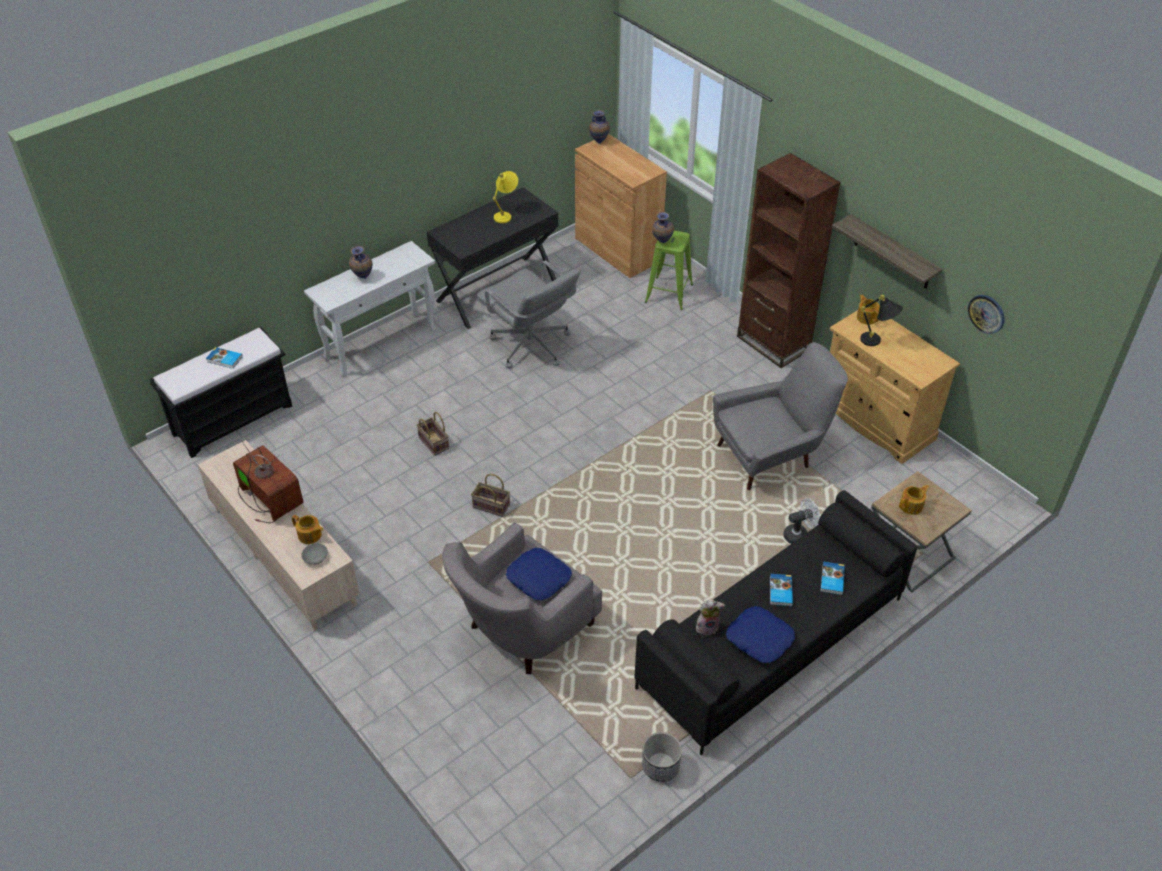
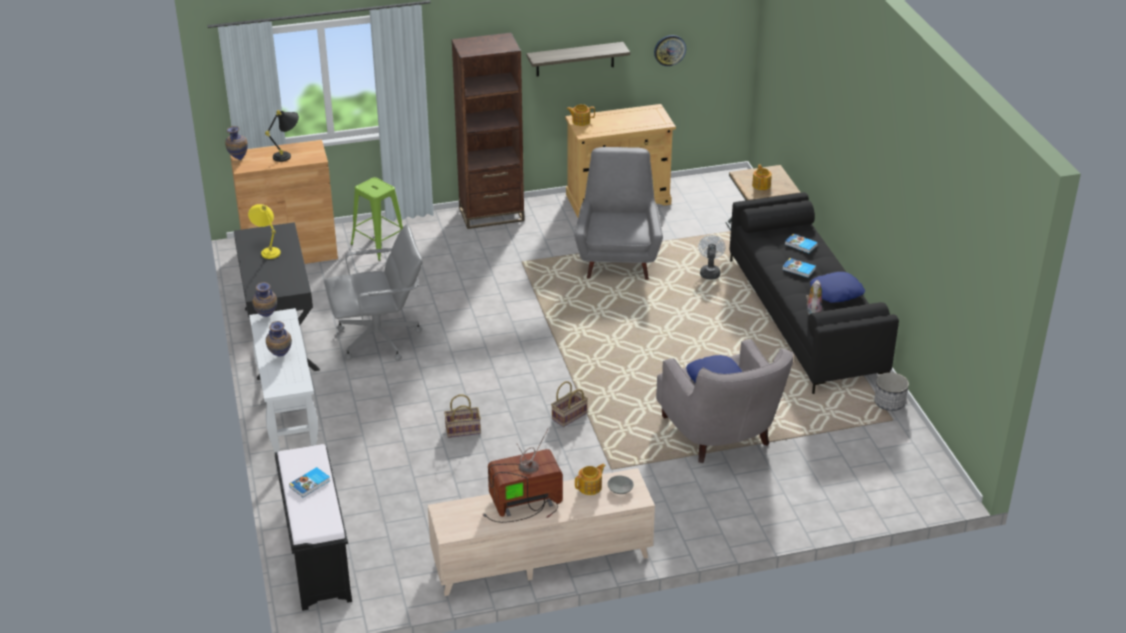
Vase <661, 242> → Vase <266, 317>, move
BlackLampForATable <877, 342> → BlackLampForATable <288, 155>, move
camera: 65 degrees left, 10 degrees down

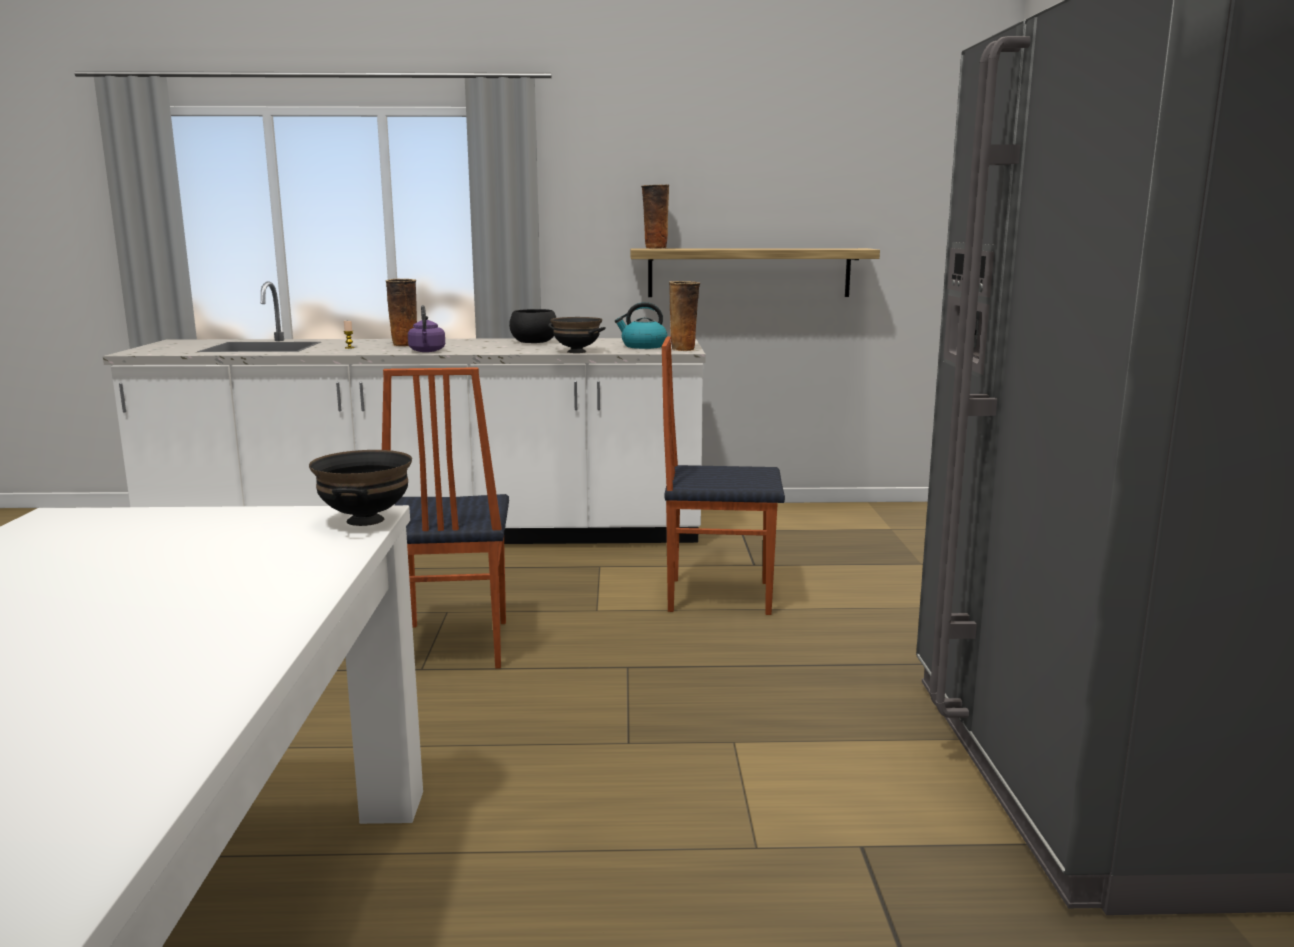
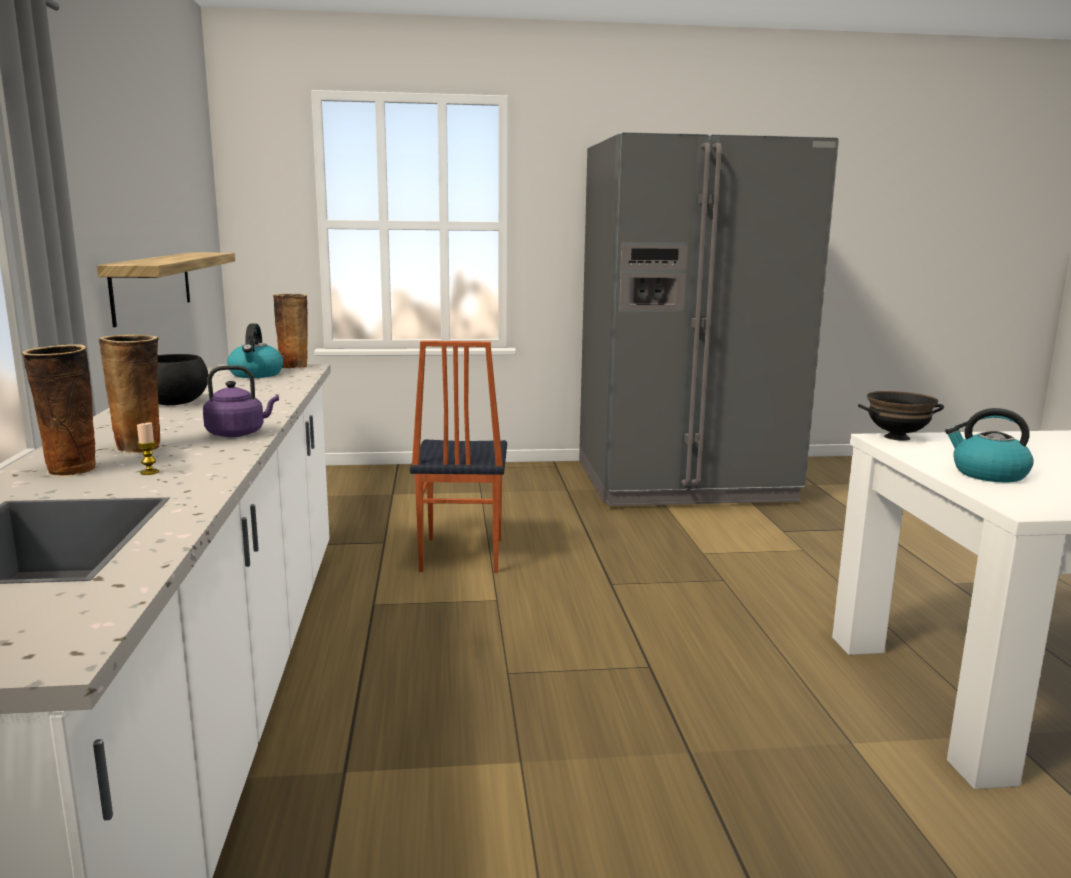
Vase <655, 248> → Vase <70, 470>, move
- → WaterKettle <988, 474>
Chair <451, 646> → -
BlackDeepDish <577, 352> → -
camera: 95 degrees left, 0 degrees up

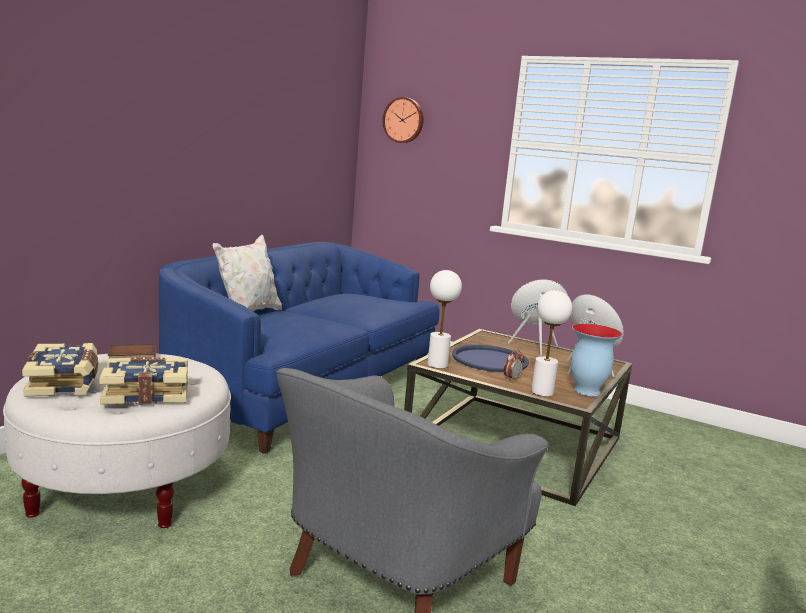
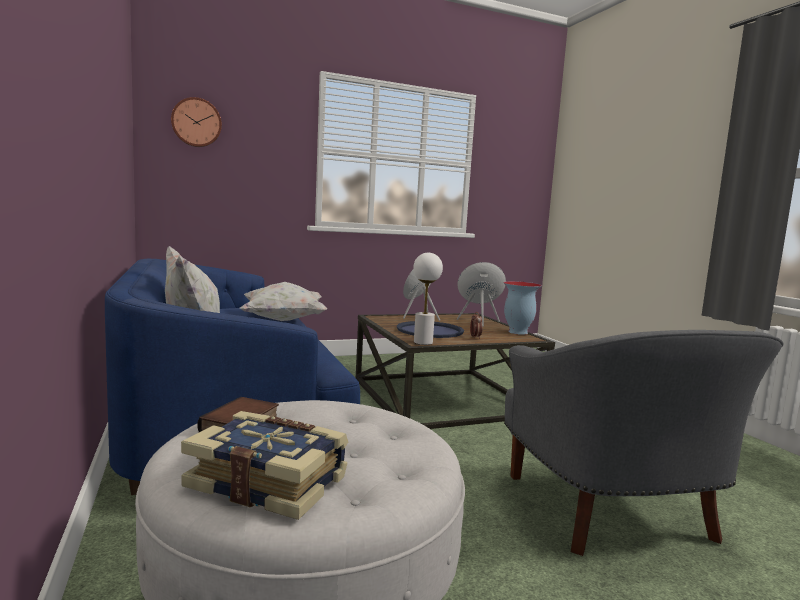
- → WhitishThrowPillow <283, 320>
Volume <146, 393> → -
WhitishLampForATable <542, 392> → -
camera: 50 degrees left, 5 degrees down

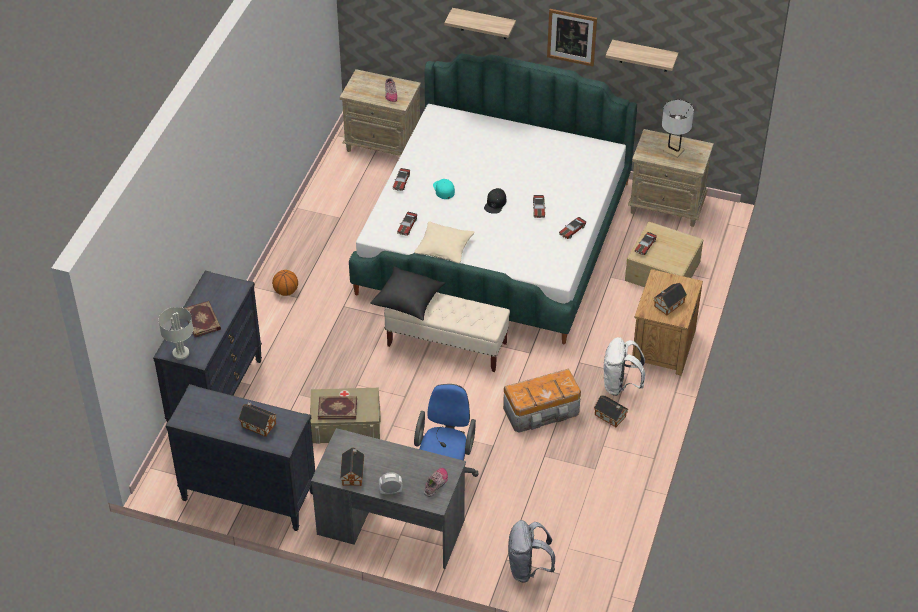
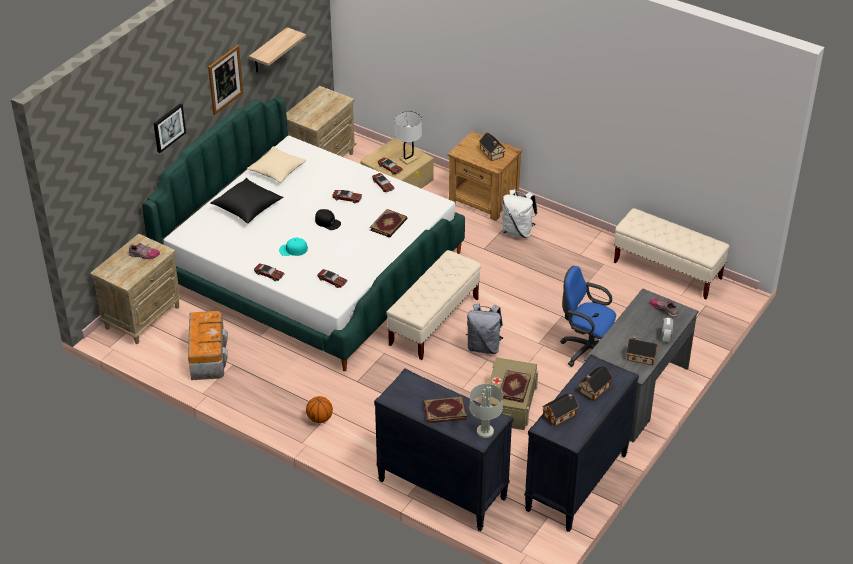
WallShelf <483, 24> → WallPicture <168, 127>
StorageContainer <542, 411> → StorageContainer <208, 356>, move
BlackThrowPillow <408, 300> → BlackThrowPillow <247, 208>, move
BeigeThrowPillow <444, 248> → BeigeThrowPillow <277, 170>, move
- → Volume <389, 225>
WhitishLampForATable <673, 151> → WhitishLampForATable <408, 159>, move
GreyRucksack <528, 569> → GreyRucksack <484, 347>, move
ModelHouse <611, 416> → ModelHouse <560, 414>, move
- → BeigeIndoorBench <667, 271>
camera: 75 degrees left, 5 degrees down

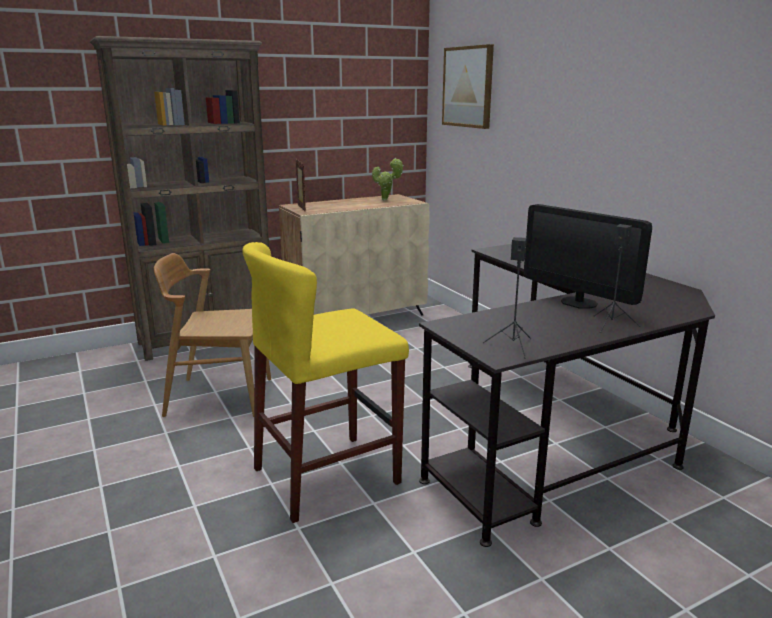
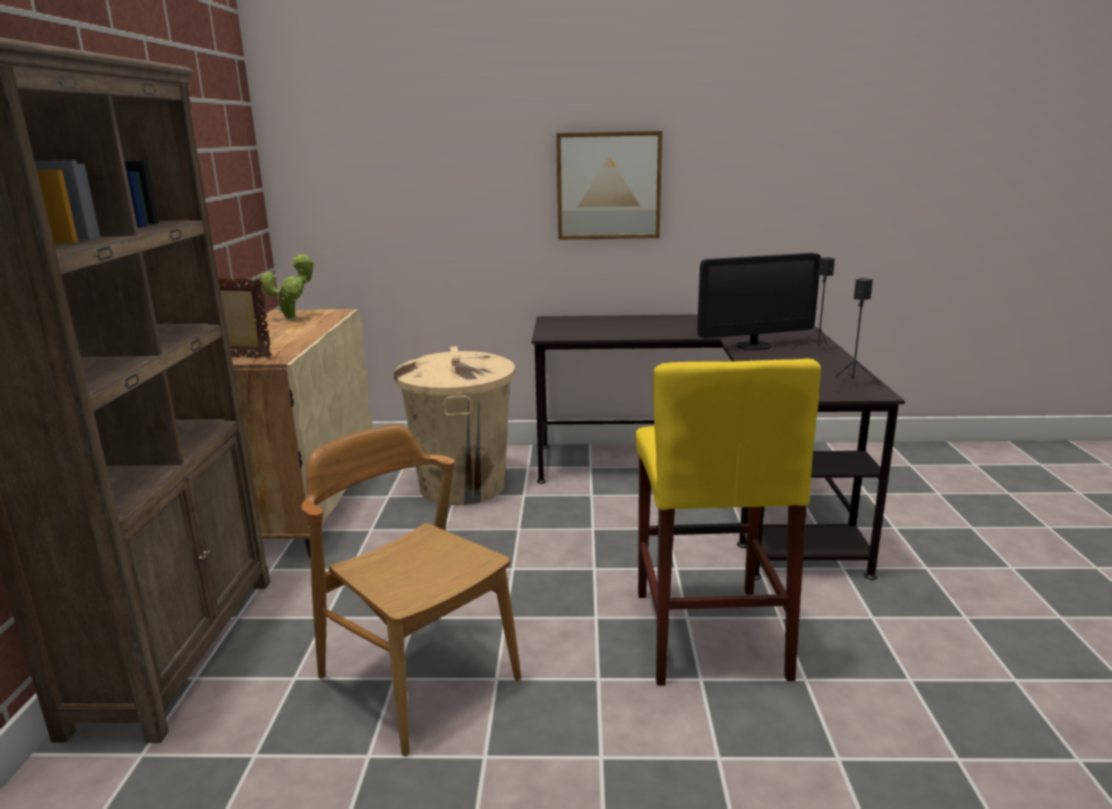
BrownChair <219, 397> → BrownChair <418, 677>, 105 degrees clockwise
- → BeigeTrashCan <463, 485>
WallPicture <468, 87> → WallPicture <608, 186>, move
camera: 60 degrees left, 0 degrees up

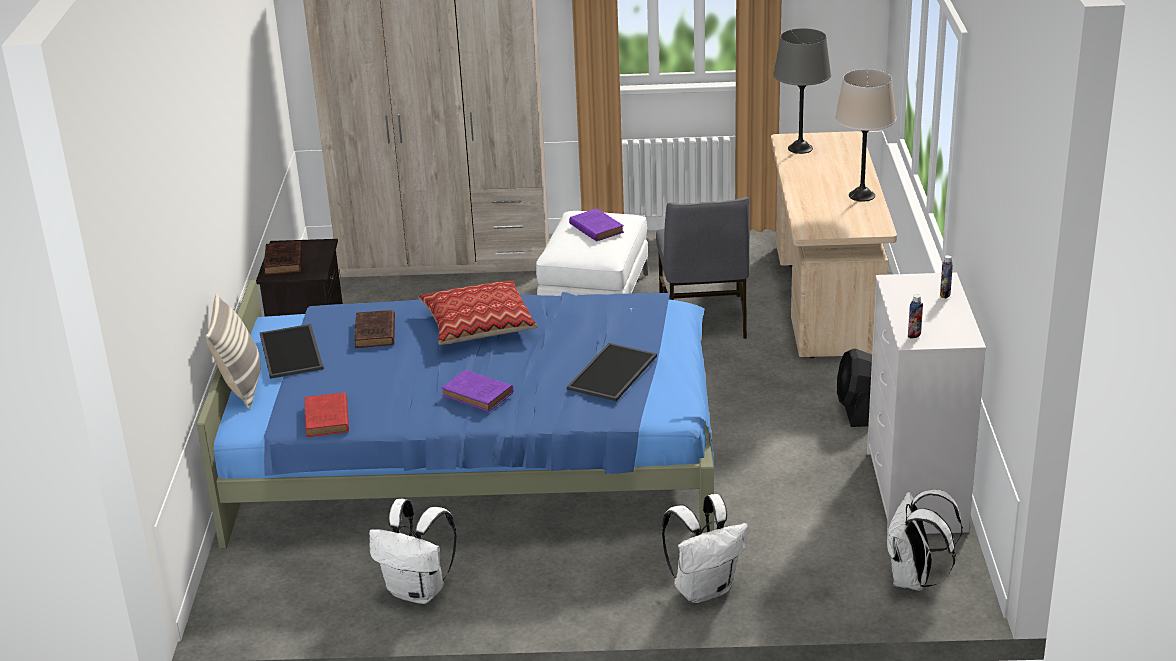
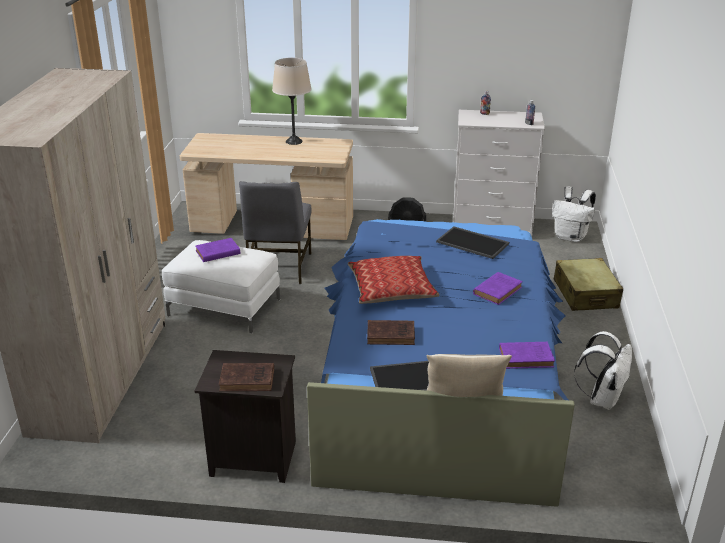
GreyChair <704, 319> → GreyChair <278, 268>, 90 degrees clockwise
RedVolume <327, 419> → PurpleColouredVolume <527, 358>
WhitishRucksack <704, 589> → BeigeSuitcase <585, 294>
GreyLampForATable <800, 148> → -
camera: 85 degrees left, 0 degrees up

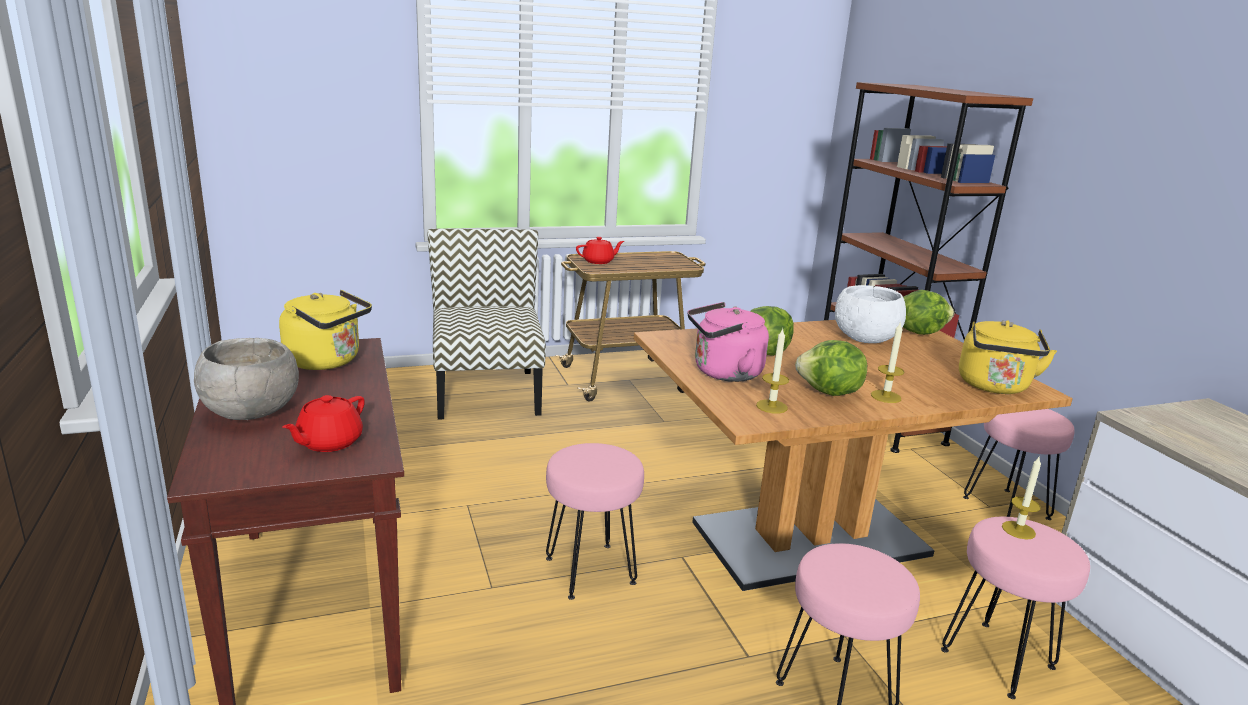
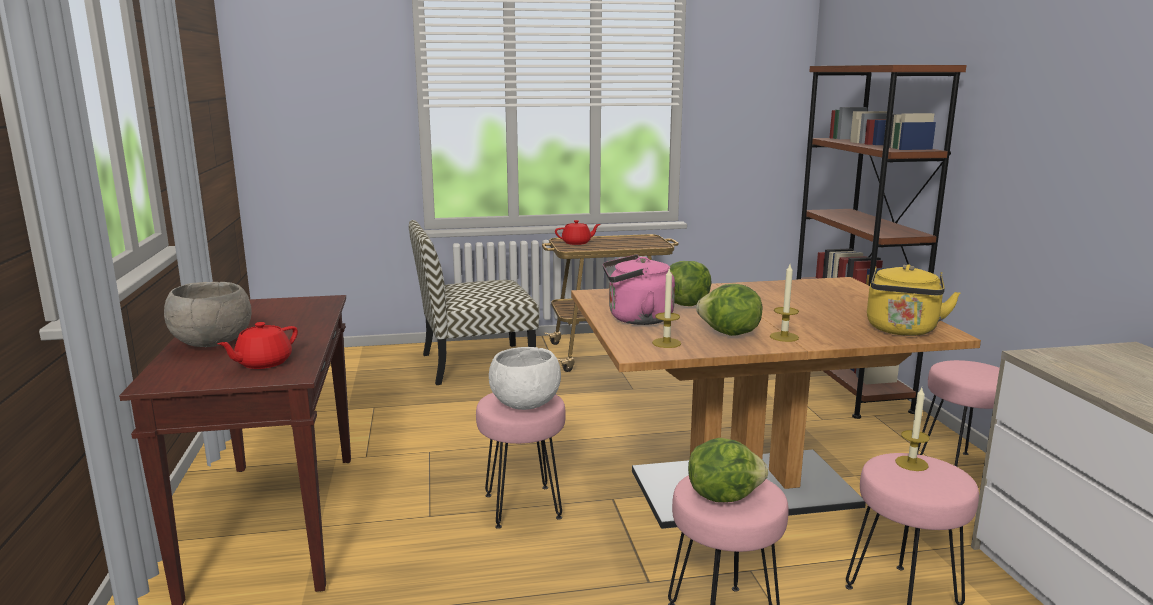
Chair <486, 392> → Chair <475, 364>, 105 degrees counterclockwise
WhitishDeepDish <865, 339> → WhitishDeepDish <525, 404>, move
HeadOfLettuce <919, 332> → HeadOfLettuce <723, 495>, move
YellowishWaterKettle <327, 361> → -
camera: 10 degrees right, 5 degrees down

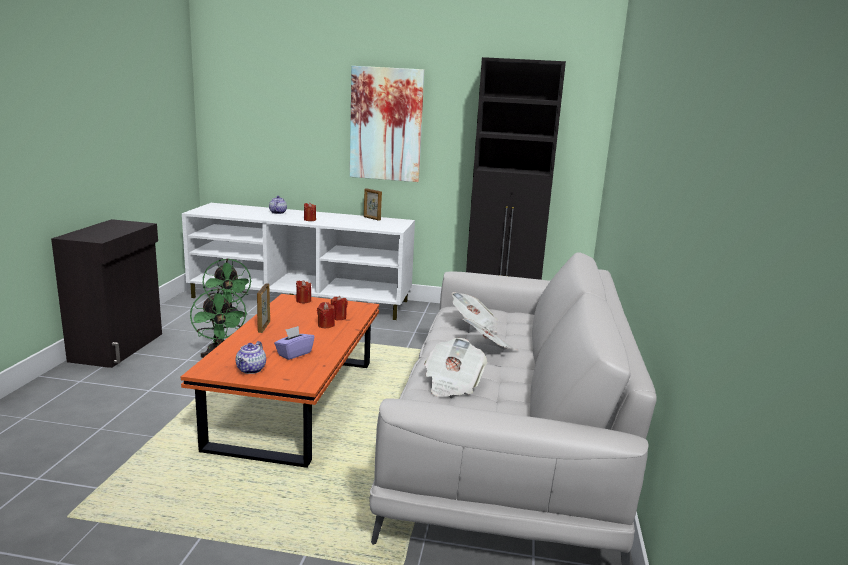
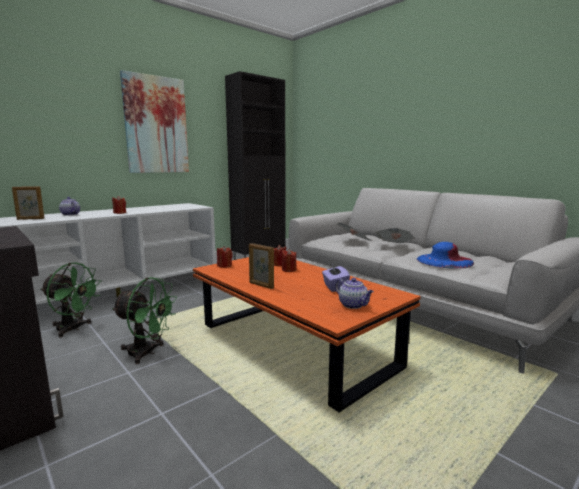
StandingFrame <372, 218> → StandingFrame <30, 219>, move
PrintedPaper <452, 384> → BlueWearableHat <444, 261>
camera: 50 degrees left, 5 degrees down

